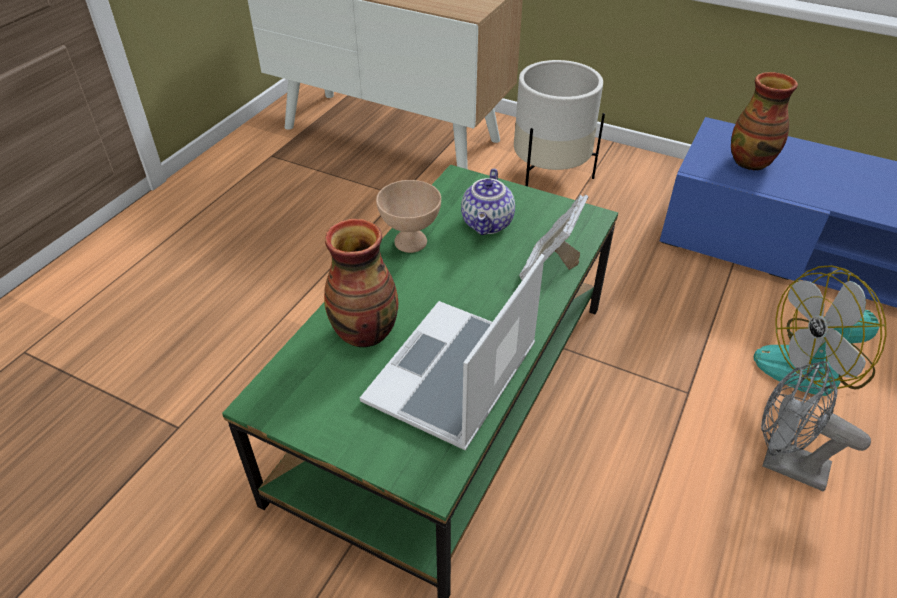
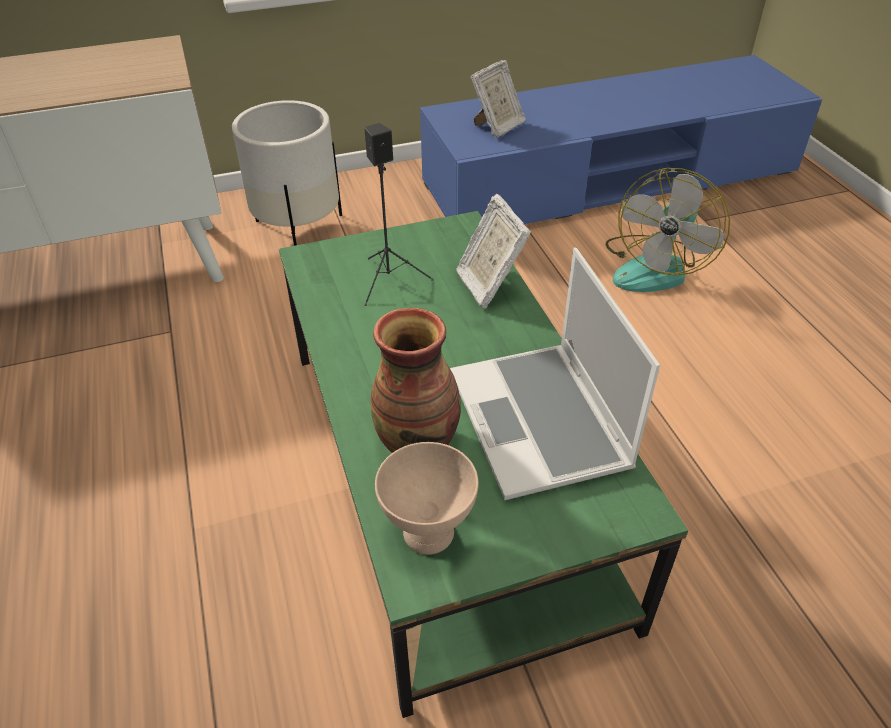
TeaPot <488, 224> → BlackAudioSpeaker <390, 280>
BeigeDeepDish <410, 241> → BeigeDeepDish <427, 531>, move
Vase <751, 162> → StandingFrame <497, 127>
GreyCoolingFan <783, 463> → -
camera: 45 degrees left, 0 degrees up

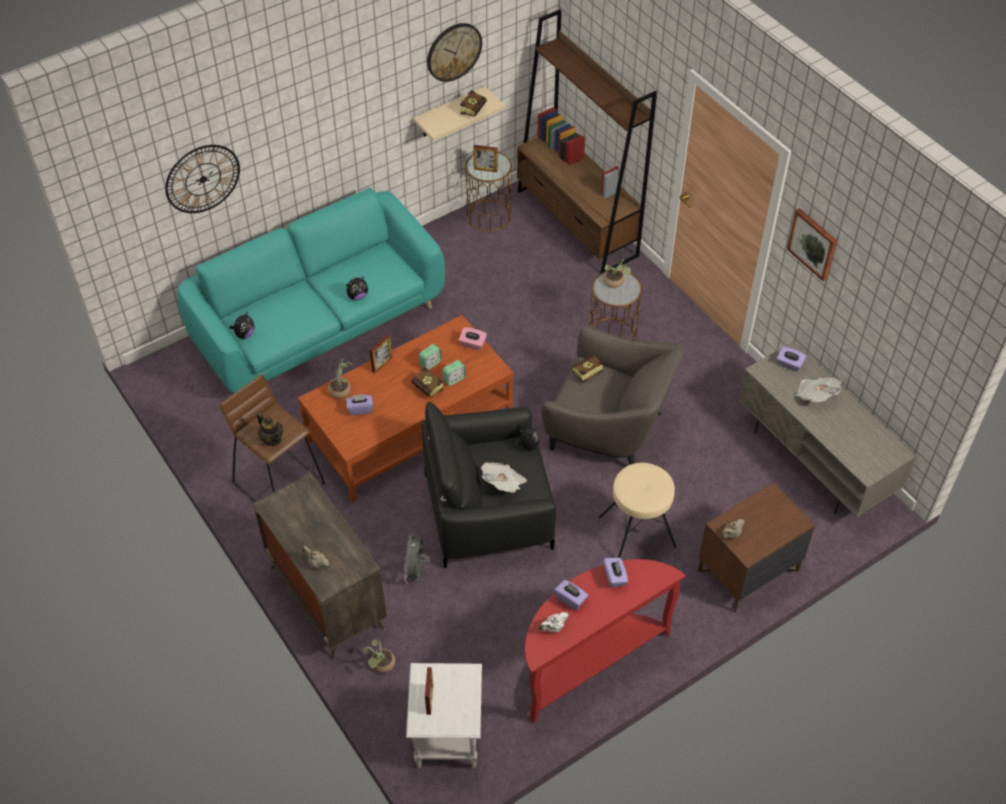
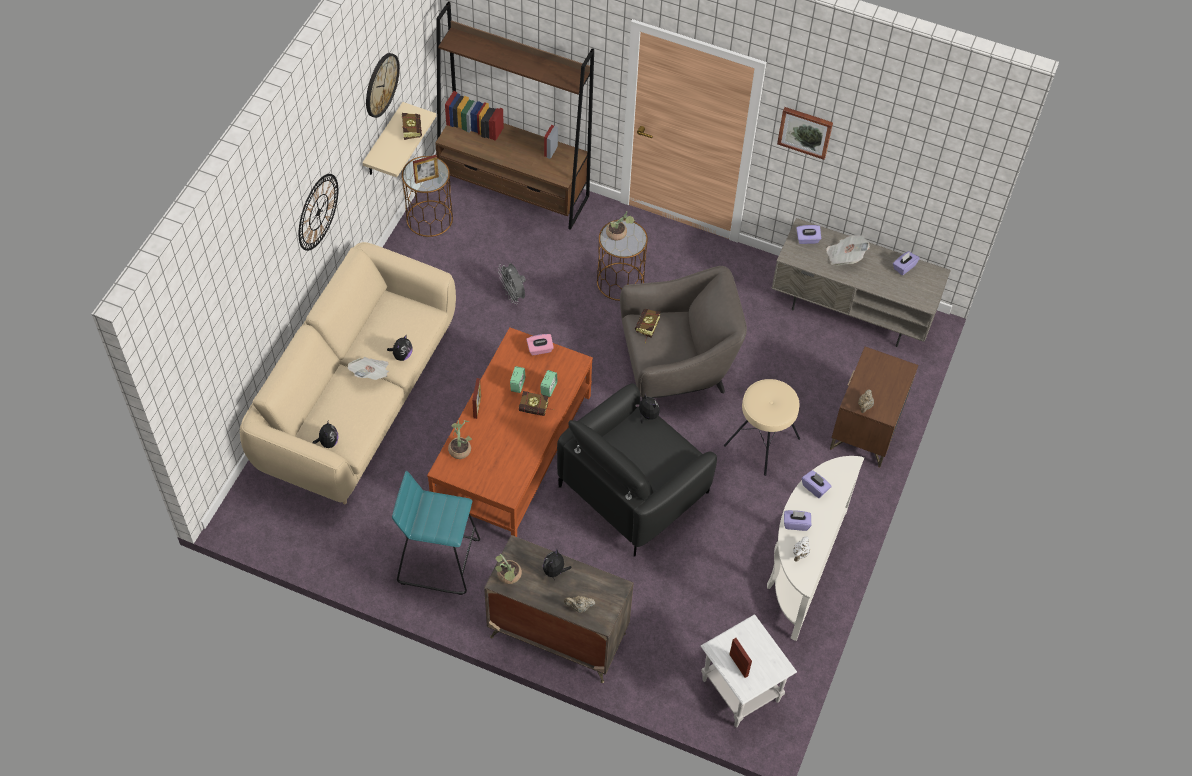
TurquoiseCouch <318, 325> → BeigeCouch <356, 399>
HangingClock <203, 179> → HangingClock <318, 212>, move
PrintedPaper <504, 484> → PrintedPaper <371, 374>, move
BrownStoolSeat <279, 482> → TurquoiseStoolSeat <438, 560>
Houseplant <380, 665> → Houseplant <508, 577>, move
GreyCoolingFan <416, 571> → GreyCoolingFan <513, 295>, move
- → SoftToy <555, 571>
RedHallTable <588, 660> → WhitishHallTable <801, 567>
PurpleColouredTissueHolder <360, 409> → PurpleColouredTissueHolder <904, 267>, move
TeaPot <272, 439> → -
camera: 35 degrees left, 5 degrees up

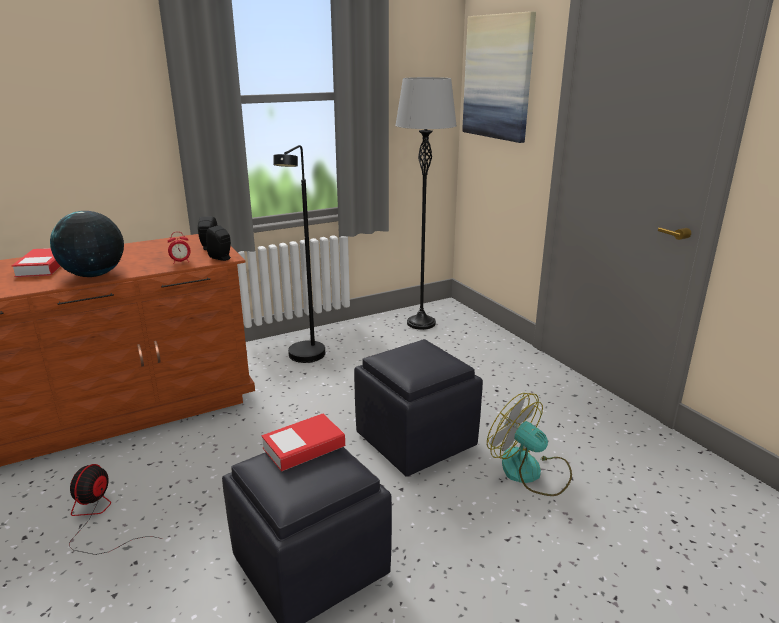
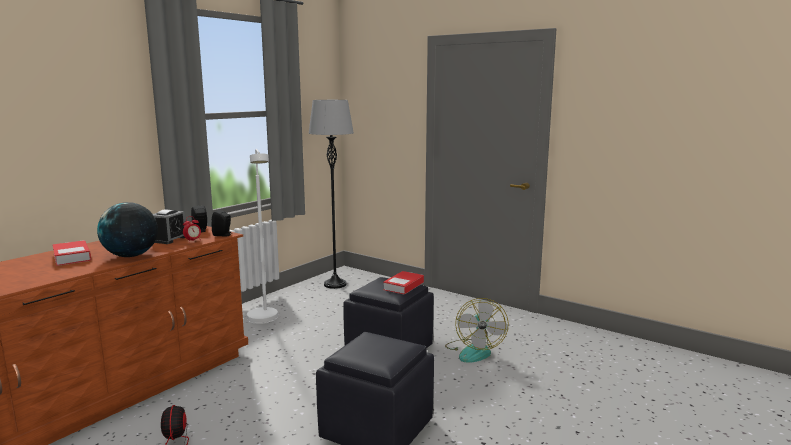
- → AlarmClock <169, 239>
BlackFloorLamp <305, 359> → WhitishFloorLamp <264, 321>
Volume <304, 447> → Volume <403, 286>, move
CoolingFan <530, 472> → CoolingFan <474, 351>, 105 degrees counterclockwise
WallPicture <498, 77> → -
camera: 25 degrees left, 10 degrees down

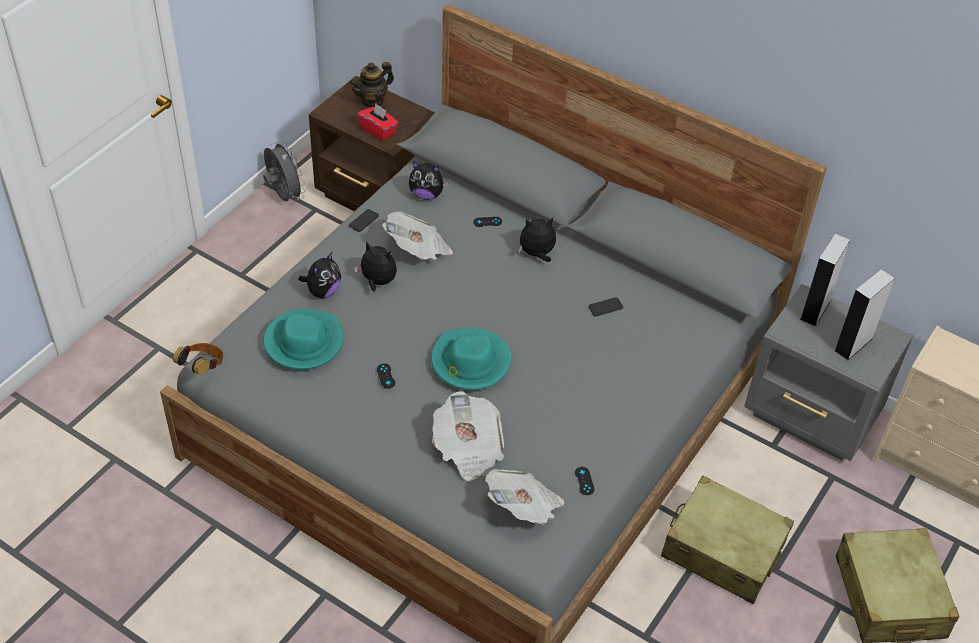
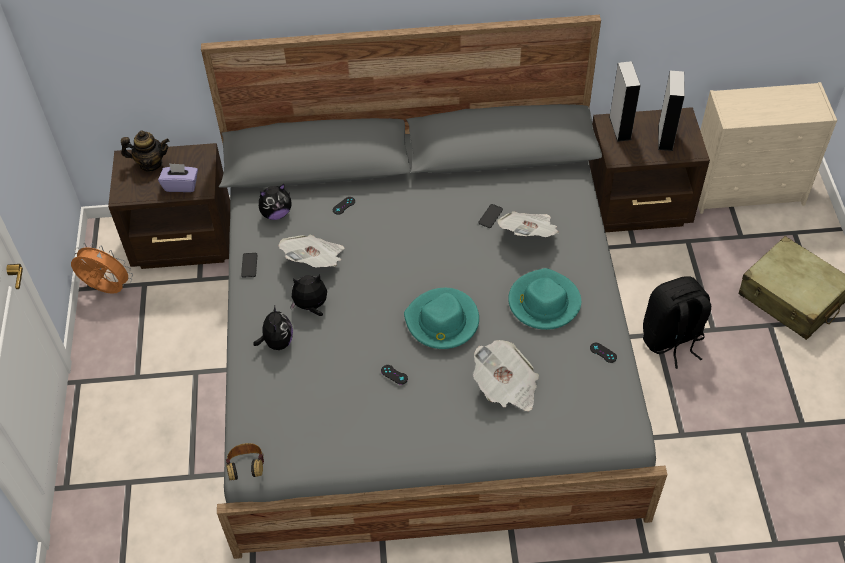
GreyCoolingFan <284, 196> → OrangeCoolingFan <106, 289>
TeaPot <372, 101> → TeaPot <150, 163>, 105 degrees counterclockwise
RedTissueHolder <378, 131> → PurpleColouredTissueHolder <181, 185>
PrintedPaper <524, 507> → PrintedPaper <529, 234>, move
TurquoiseWearableHat <303, 342> → TurquoiseWearableHat <543, 302>, move
GreyNightTable <812, 416> → BrownNightTable <638, 208>
BeigeSuitcase <722, 550> → BlackRucksack <671, 339>
SoftToy <537, 254> → -
camera: 35 degrees left, 5 degrees up

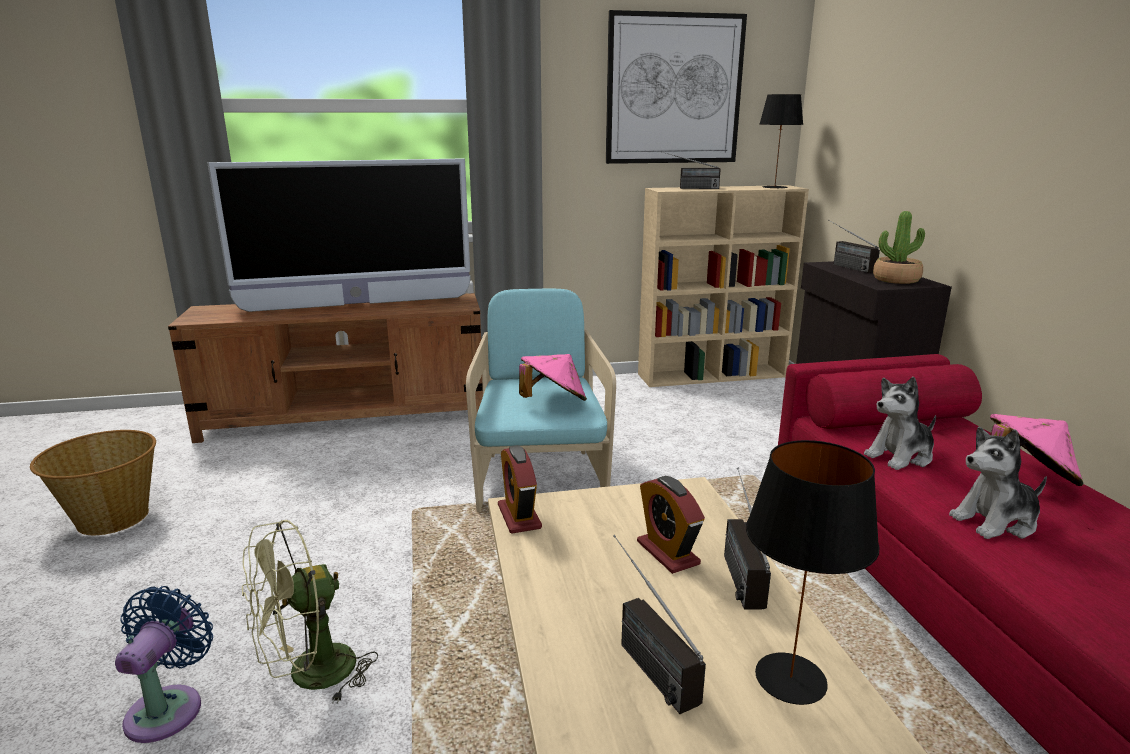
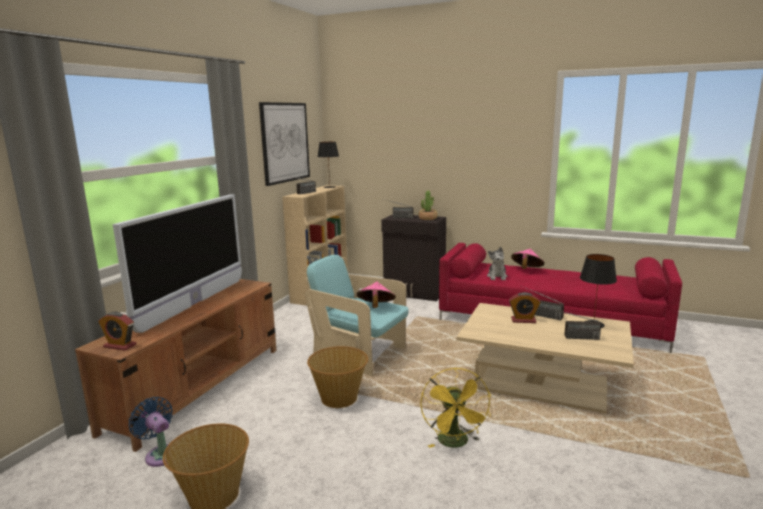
AlarmClock <519, 516> → AlarmClock <120, 346>, move
BlueCoolingFan <169, 707> → BlueCoolingFan <160, 454>, move
- → Basket <339, 397>
GreenishCoolingFan <309, 676> → YellowishCoolingFan <455, 443>
SoftToy <995, 521> → -
camera: 55 degrees left, 5 degrees down

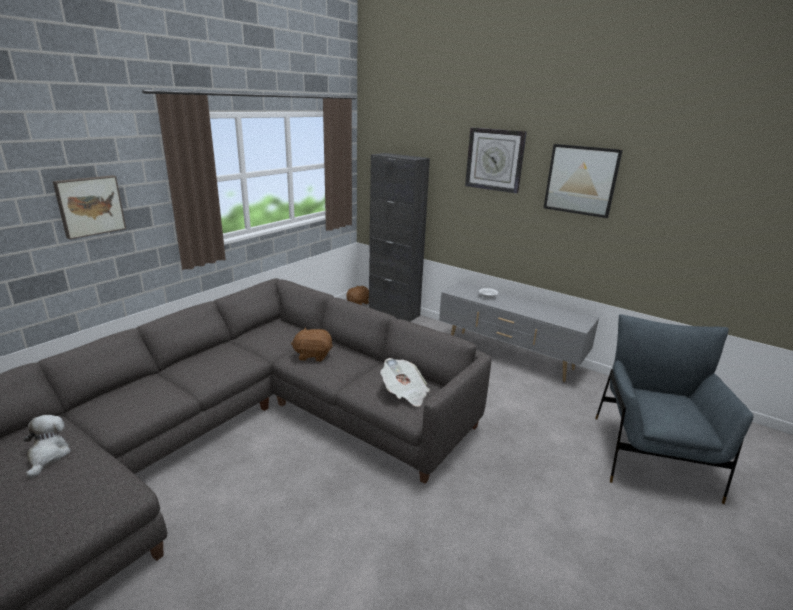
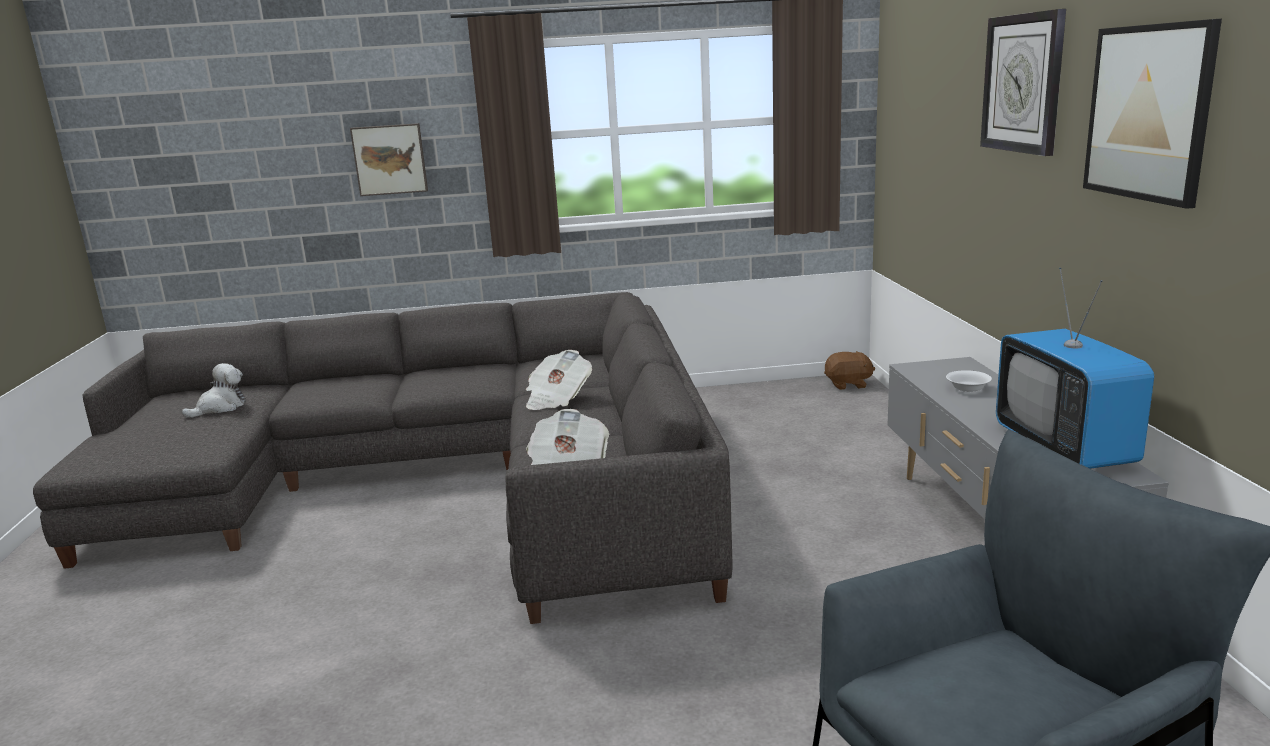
BrownSoftToy <313, 355> → PrintedPaper <557, 399>
- → TvSet <1064, 448>
BlackStorageCabinet <394, 312> → -
camera: 50 degrees right, 5 degrees down

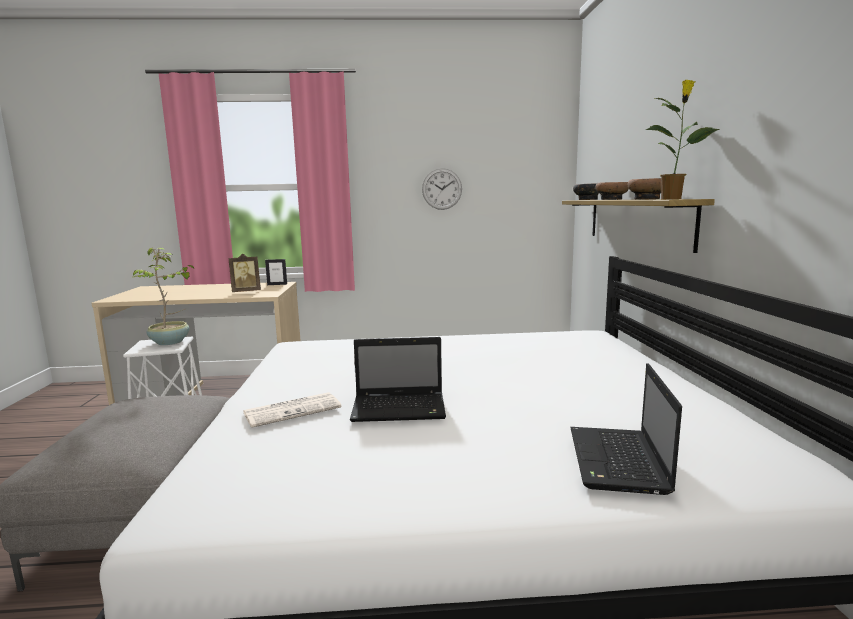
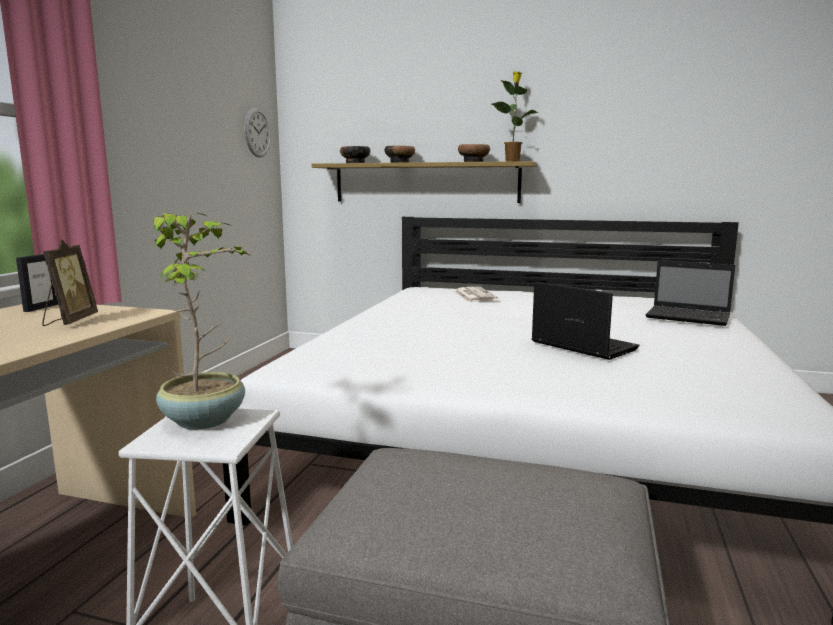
HangingClock <442, 189> → HangingClock <257, 132>, move
PrintedPaper <293, 410> → PrintedPaper <474, 295>, move
PortableComputer <401, 408> → PortableComputer <581, 346>, 60 degrees counterclockwise
camera: 70 degrees left, 0 degrees up

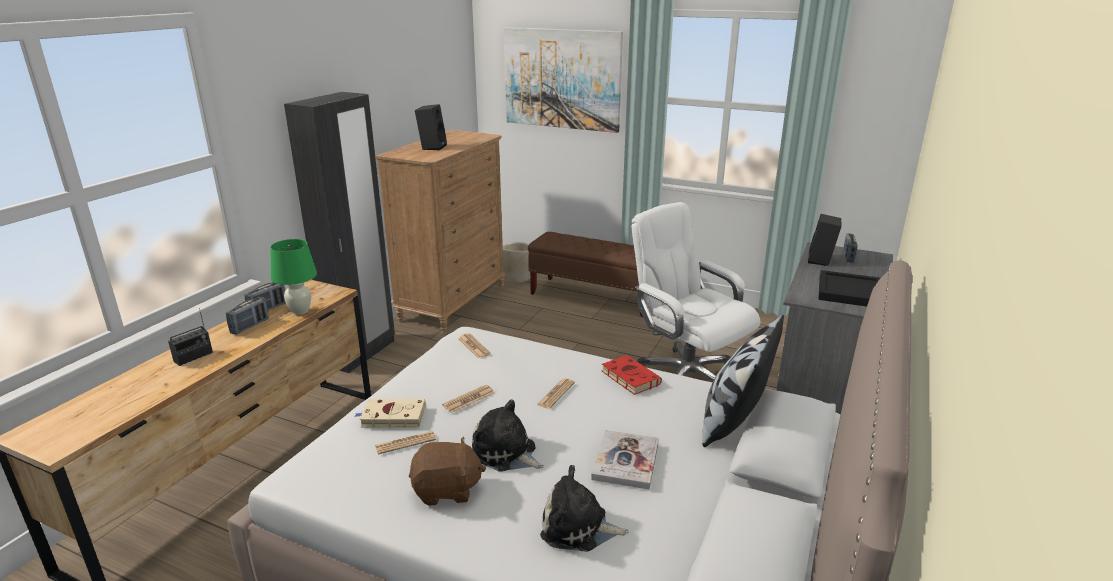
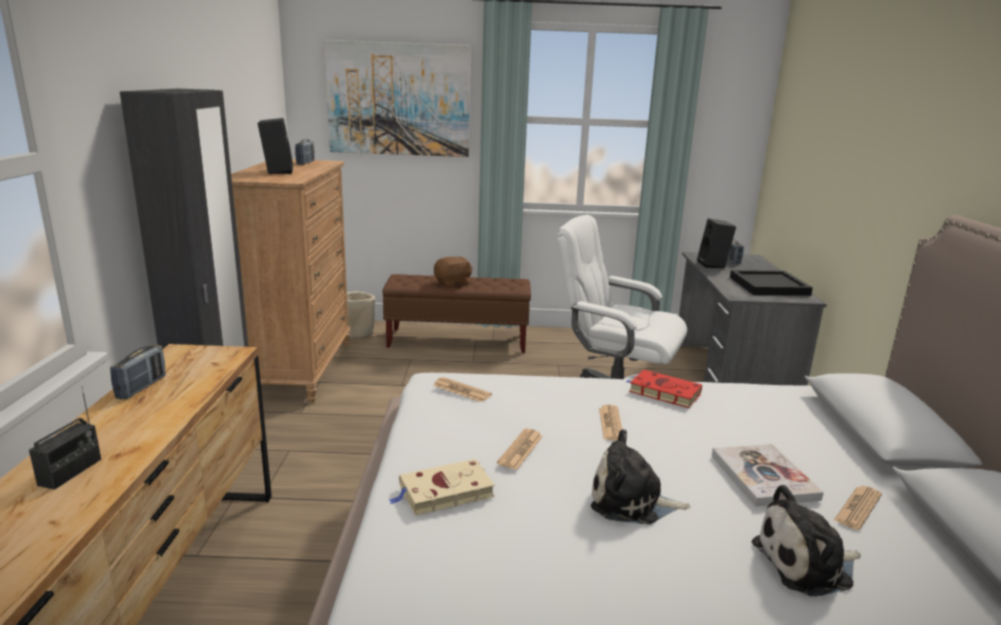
Radio <250, 326> → Radio <305, 163>, move
BrownSoftToy <446, 490> → BrownSoftToy <453, 283>, move
PrintedPaper <405, 443> → PrintedPaper <858, 508>, move
GreenishLampForATable <300, 311> → -
ThrowPillow <734, 422> → -
camera: 25 degrees left, 5 degrees down

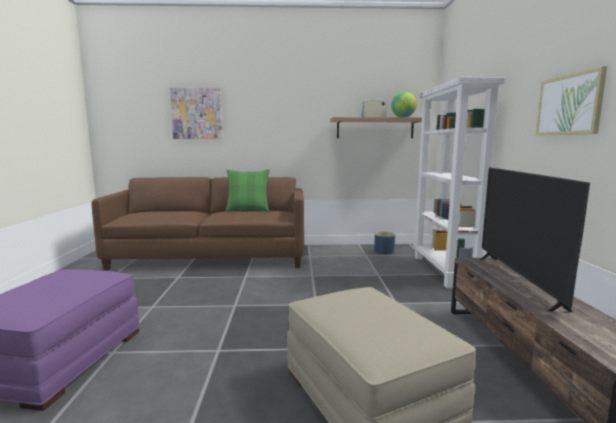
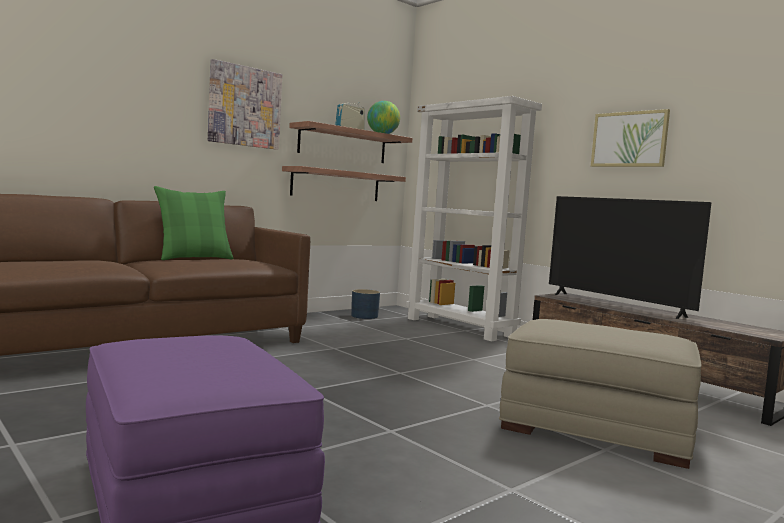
WallPicture <197, 113> → WallPicture <245, 106>, move
- → WallShelf <336, 185>
camera: 40 degrees left, 5 degrees down

